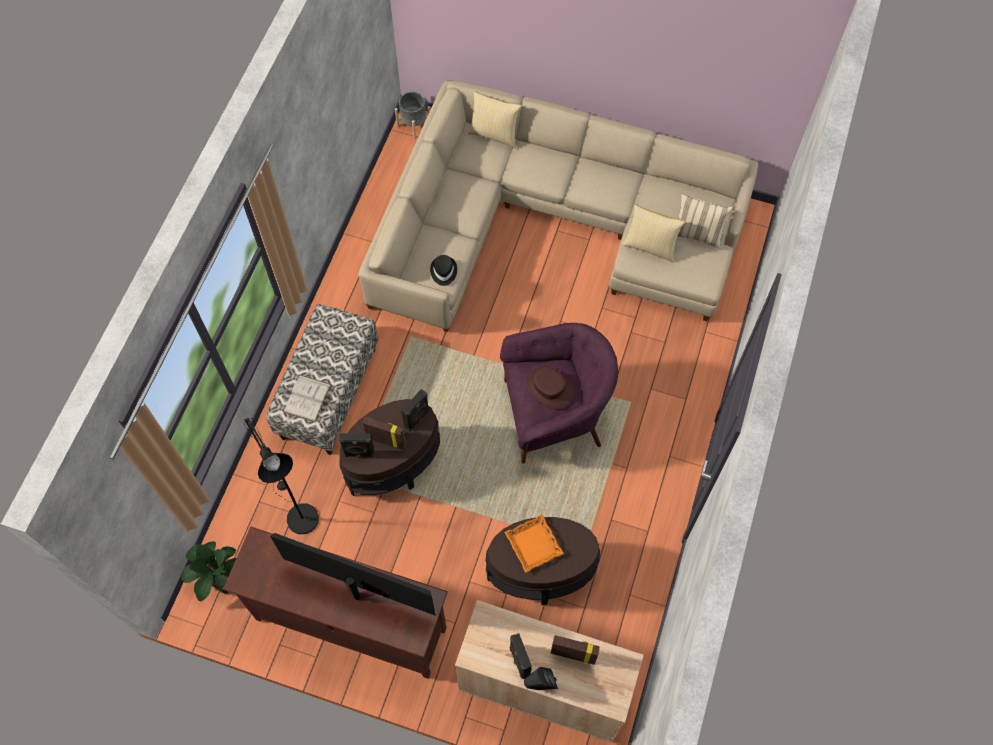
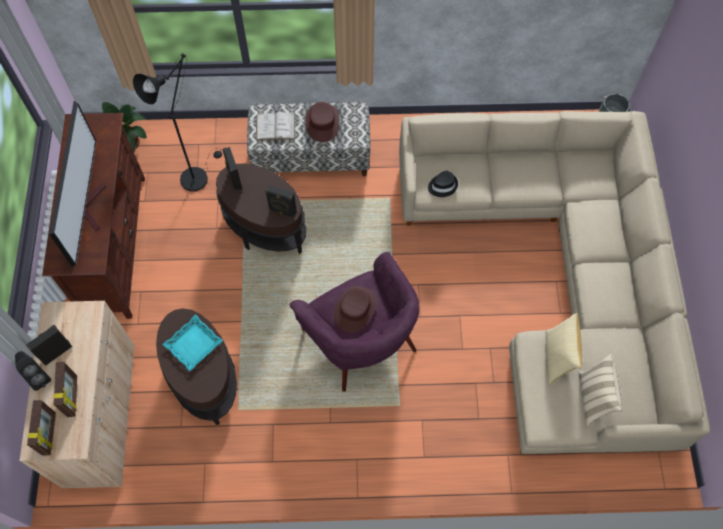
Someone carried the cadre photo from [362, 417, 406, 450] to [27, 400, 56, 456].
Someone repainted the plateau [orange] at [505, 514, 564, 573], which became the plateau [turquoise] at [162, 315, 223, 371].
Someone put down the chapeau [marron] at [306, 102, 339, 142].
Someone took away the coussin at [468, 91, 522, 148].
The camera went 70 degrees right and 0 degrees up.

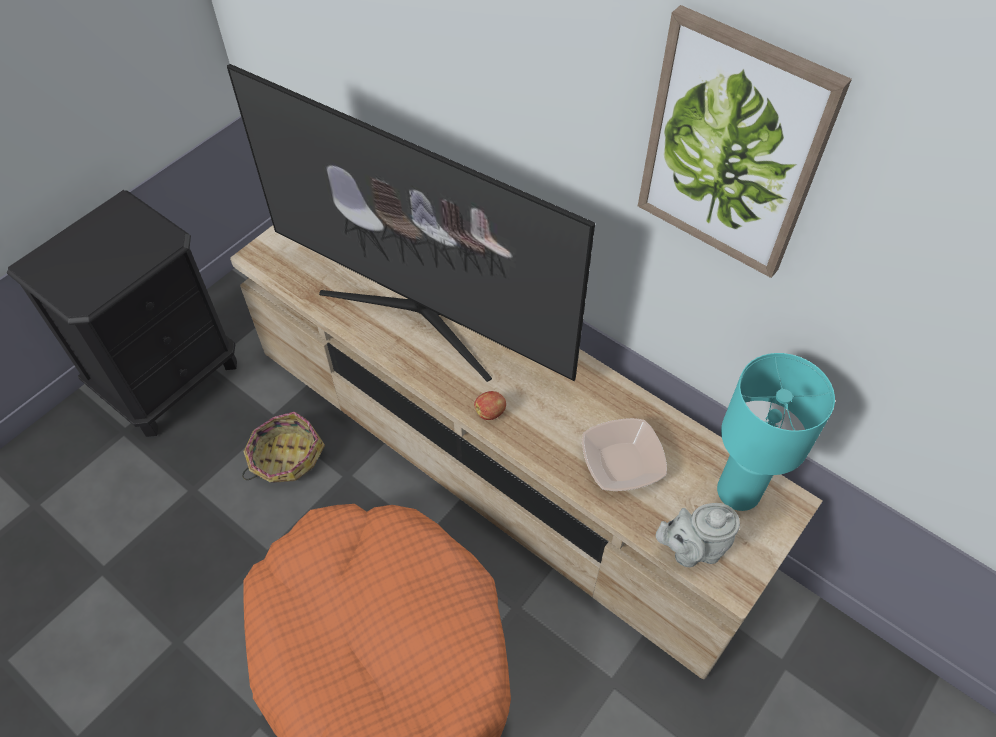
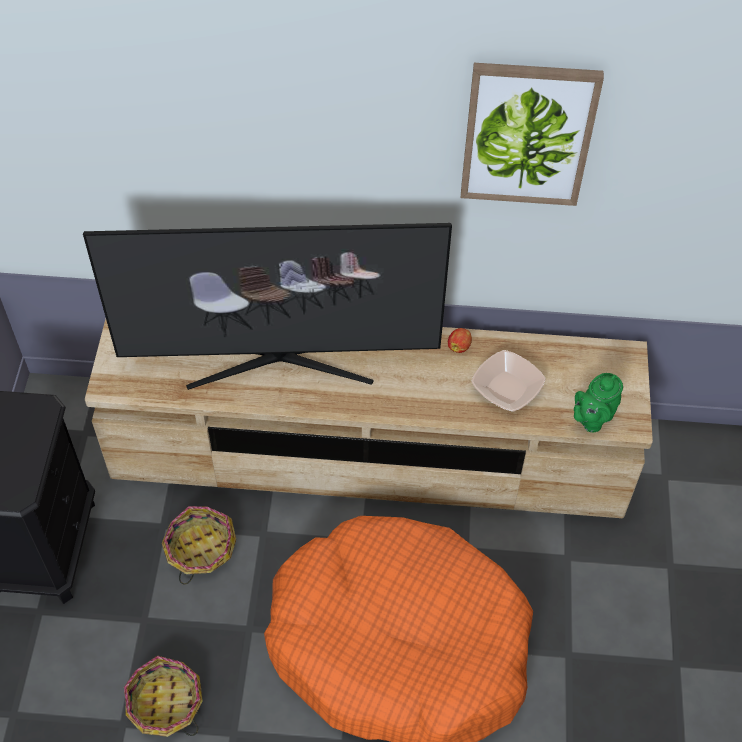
Someone put down the panier at [124, 656, 203, 737].
Someone carried the pomme from [474, 391, 506, 420] to [448, 328, 472, 353].
Someone repainted the théière [gris] at [656, 503, 740, 567], which became the théière [vert] at [574, 373, 623, 432].
Someone took away the lampe de table [turquoise] at [717, 353, 835, 511].
The camera went 35 degrees left and 0 degrees up.

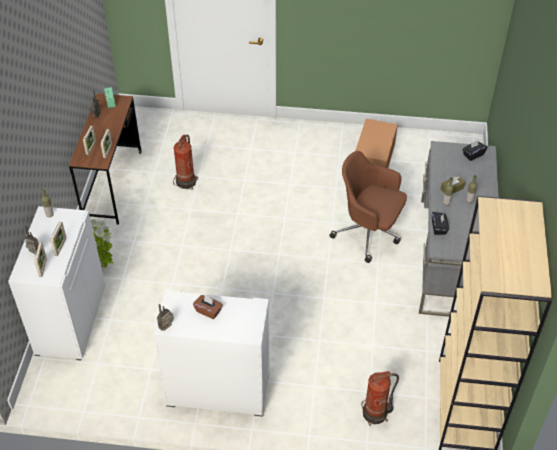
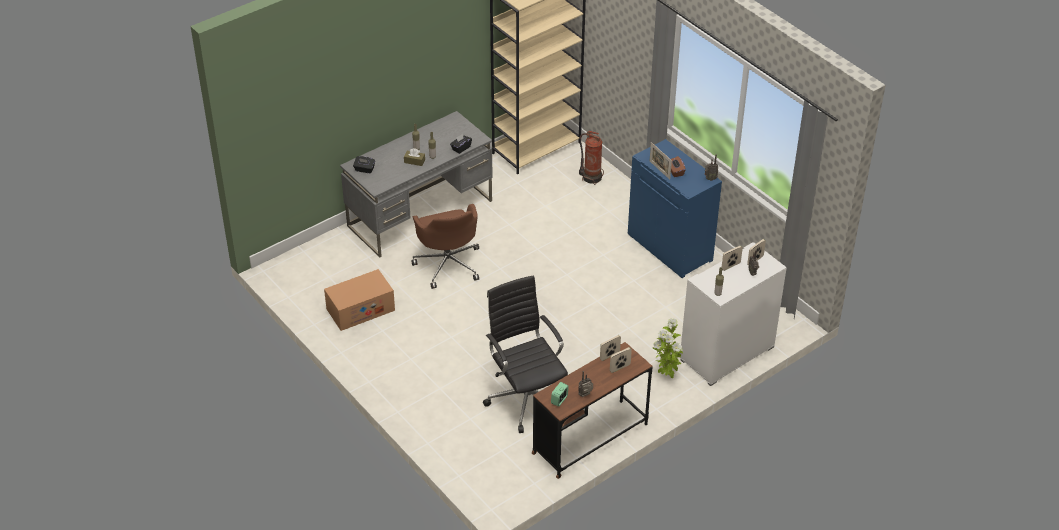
Someone swapped the extincteur at [173, 134, 198, 190] for the chaise de bureau [noir] at [483, 275, 568, 433].
Someone repainted the meuble de rangement [blanc] at [154, 289, 269, 417], which became the meuble de rangement [bleu] at [628, 139, 722, 278].
Someone put down the cadre photo at [650, 142, 672, 180].
The camera went 135 degrees left and 5 degrees down.

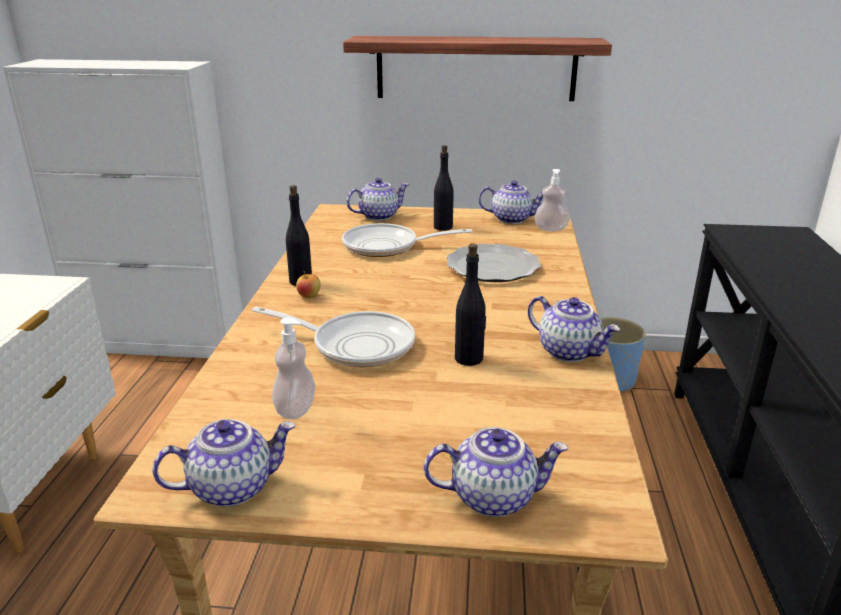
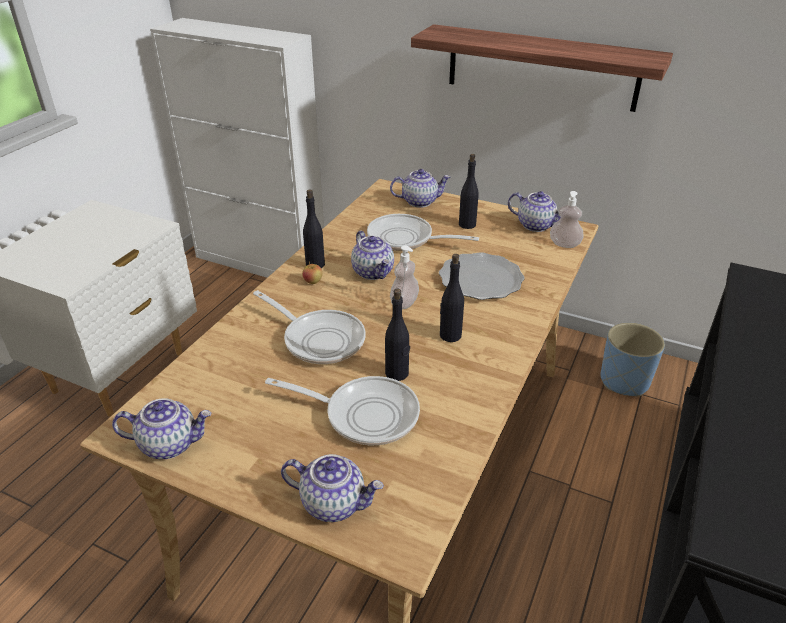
Someone put down the poêle at [265, 376, 420, 445].
Someone carried the théière from [528, 296, 620, 362] to [351, 231, 394, 280].
Someone carried the distributeur de savon from [272, 317, 315, 419] to [390, 245, 419, 309].
Someone put down the bouteille [noir] at [440, 254, 464, 342].
The camera went 20 degrees right and 10 degrees up.

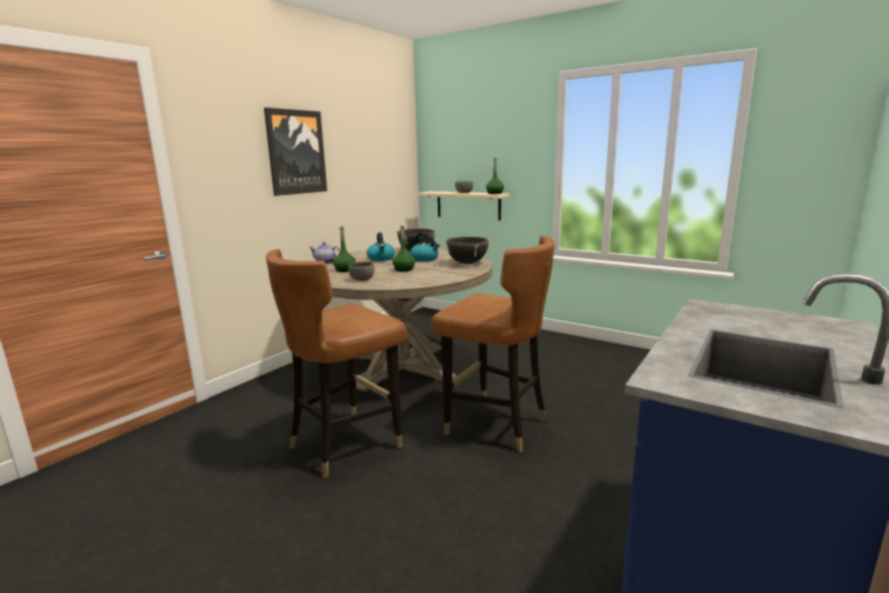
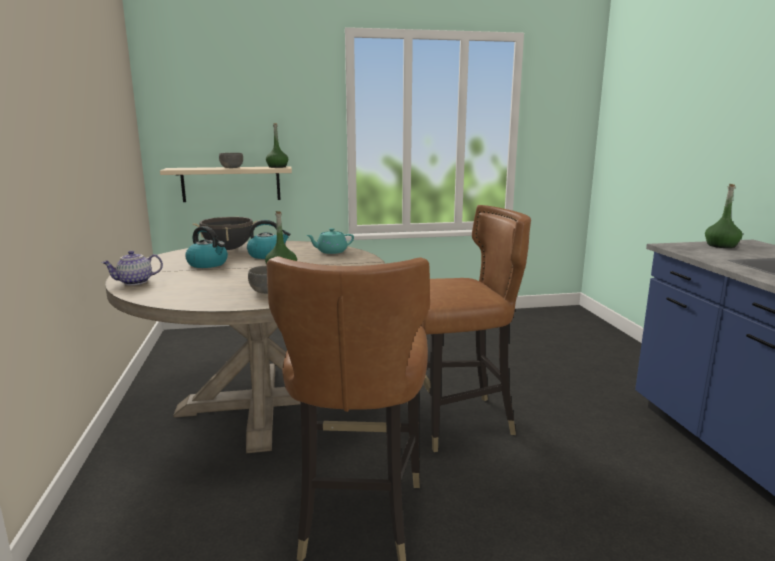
Someone swapped the marmite [noir] at [442, 237, 492, 264] for the théière [turquoise] at [306, 228, 354, 254].
Someone carried the bouteille [vert] from [333, 226, 356, 272] to [705, 184, 742, 248].
Someone took away the tableau at [264, 108, 327, 196].
The camera went 45 degrees left and 0 degrees up.

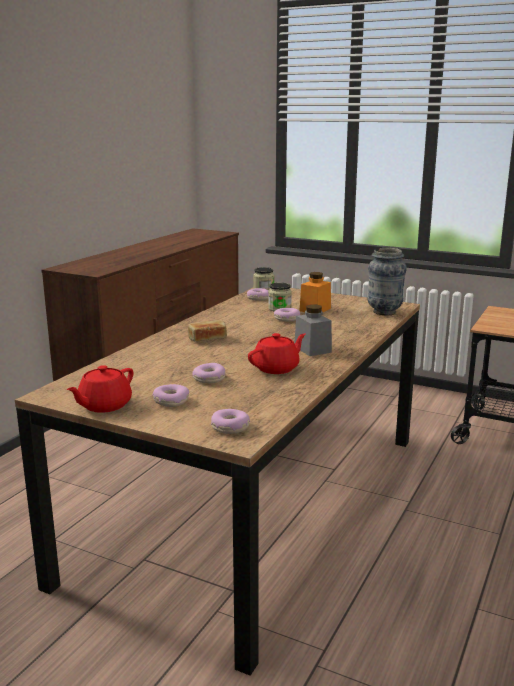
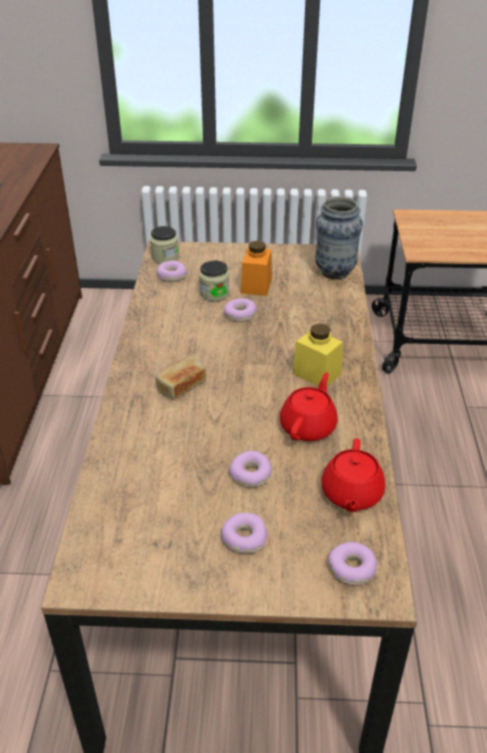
Someone repainted the bocal [gris] at [295, 304, 332, 356], which became the bocal [jaune] at [293, 324, 343, 386].
Someone carried the théière [rouge] from [67, 365, 133, 413] to [321, 439, 386, 512].
The camera went 25 degrees left and 20 degrees up.

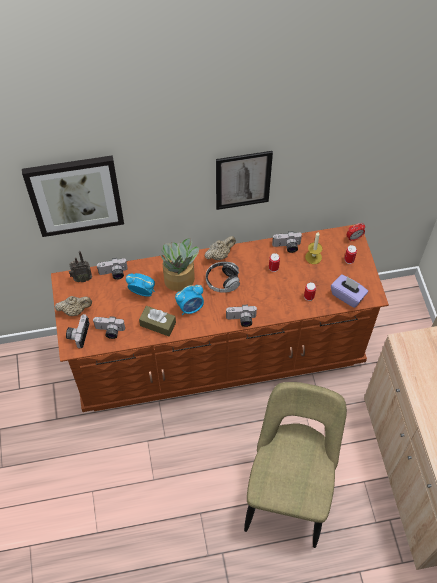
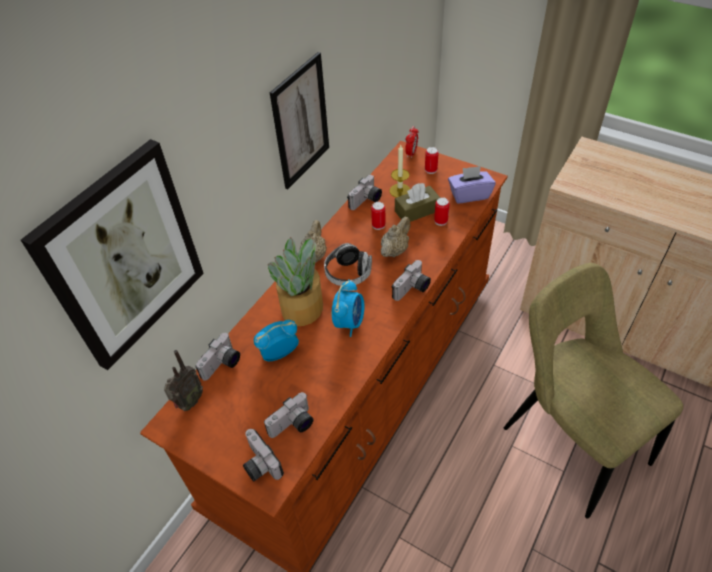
Someone carried the théière [beige] from [55, 296, 92, 316] to [381, 217, 410, 257].
Someone carried the boîte à mouchoirs [marron] from [139, 306, 176, 336] to [395, 183, 440, 222].
The camera went 45 degrees left and 10 degrees down.

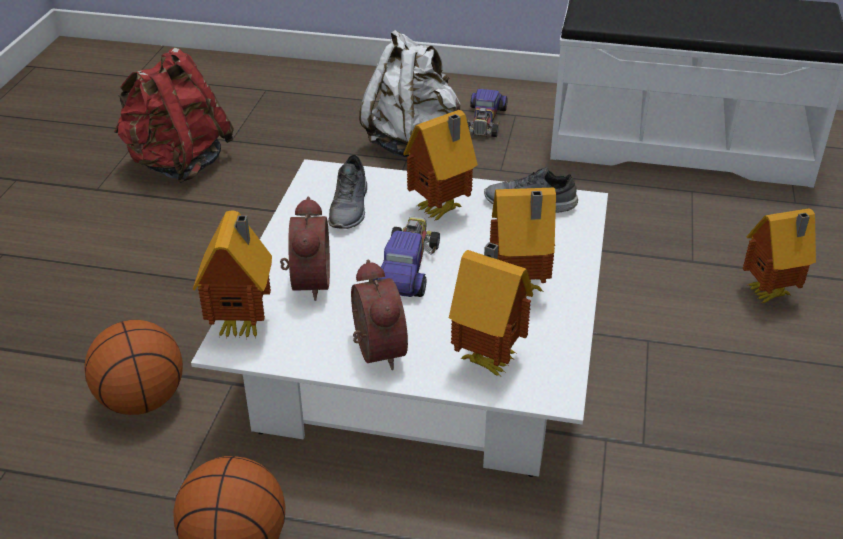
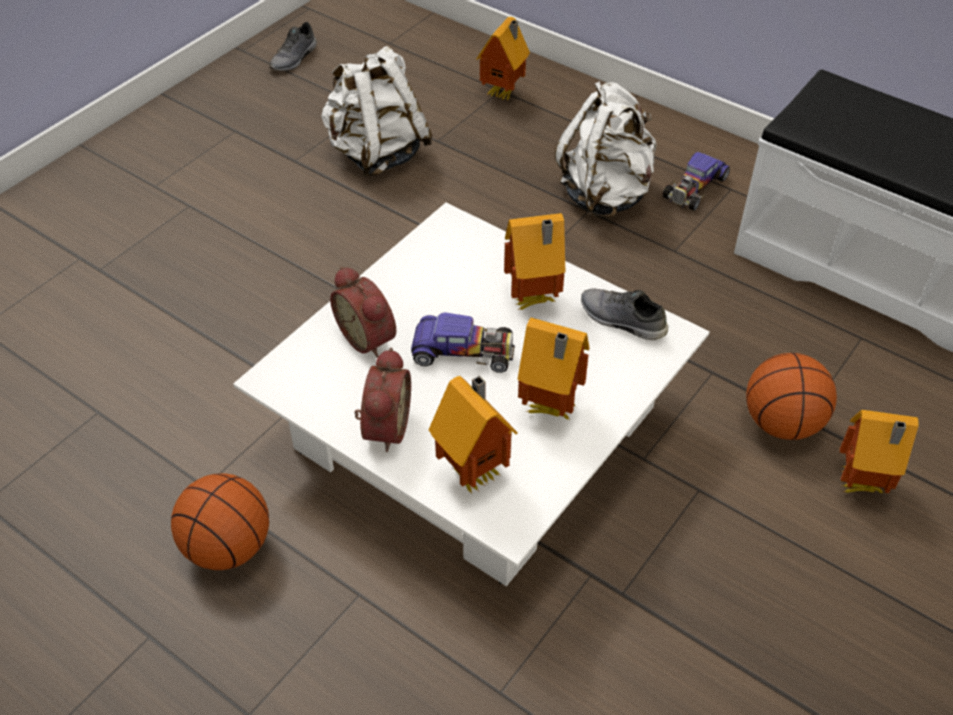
Someone carried the chaussure [gris] from [328, 155, 367, 229] to [269, 22, 317, 71].
Someone repainted the sac à dos [rouge] at [114, 48, 234, 183], which became the sac à dos [blanc] at [321, 46, 432, 177].
Someone rotated the réveil at [280, 197, 330, 301] by 120 degrees clockwise.
Someone rotated the petite voiture at [373, 217, 440, 297] by 60 degrees clockwise.
Someone carried the maison miniature from [193, 210, 272, 339] to [477, 17, 530, 100].
Someone carried the ballon de basket from [84, 320, 183, 415] to [746, 353, 837, 440].
The camera went 25 degrees right and 10 degrees up.

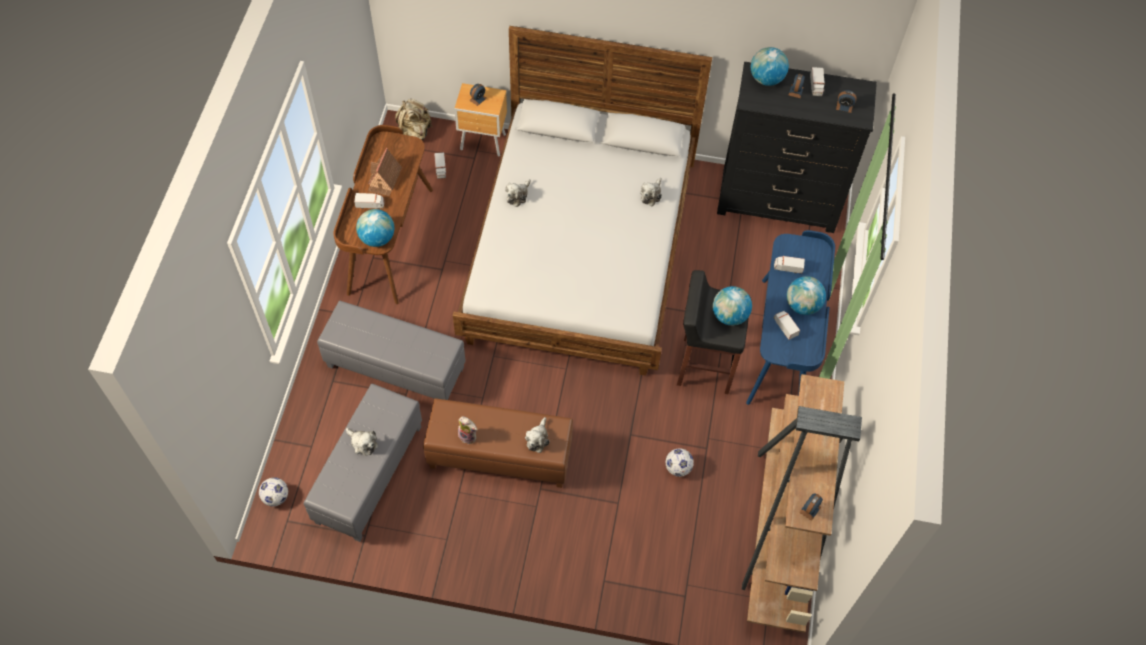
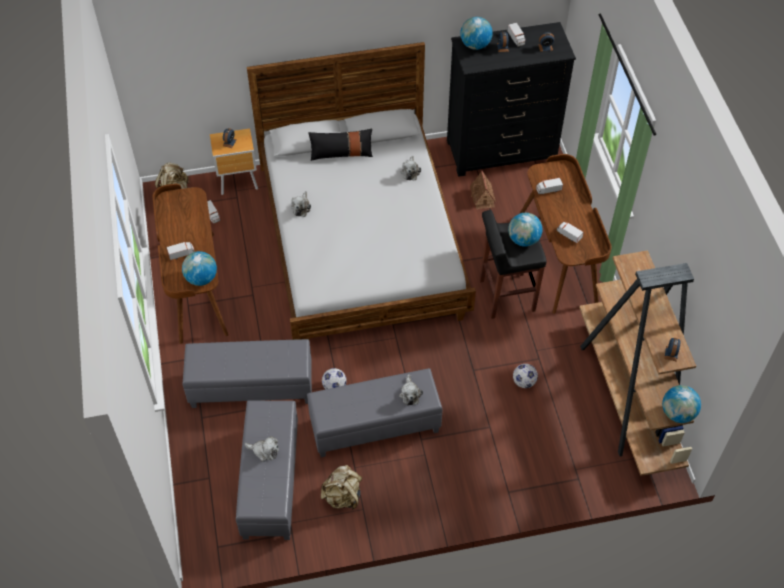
Someone repainted the pouf [marron] at [423, 398, 573, 488], which became the pouf [gris] at [307, 368, 443, 457].
Someone put down the coussin [noir] at [308, 129, 373, 161].
Someone put down the sac à dos [beige] at [321, 465, 362, 509].
Someone carried the ballon de foot from [259, 477, 288, 506] to [322, 368, 347, 389].
Someone carried the maison miniature from [368, 148, 402, 196] to [470, 170, 496, 209].
Someone repainted the bureau [bleu] at [746, 230, 835, 405], which became the bureau [marron] at [519, 154, 612, 314].
Someone carried the globe from [787, 276, 826, 315] to [662, 385, 701, 423].
Someone took away the peluche at [458, 416, 478, 445].
The camera went 20 degrees left and 5 degrees down.

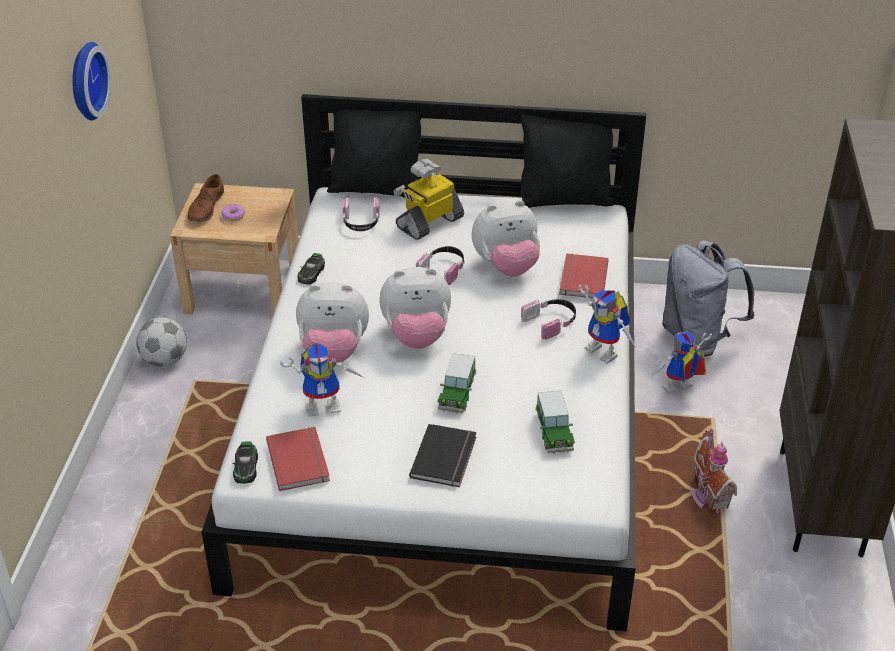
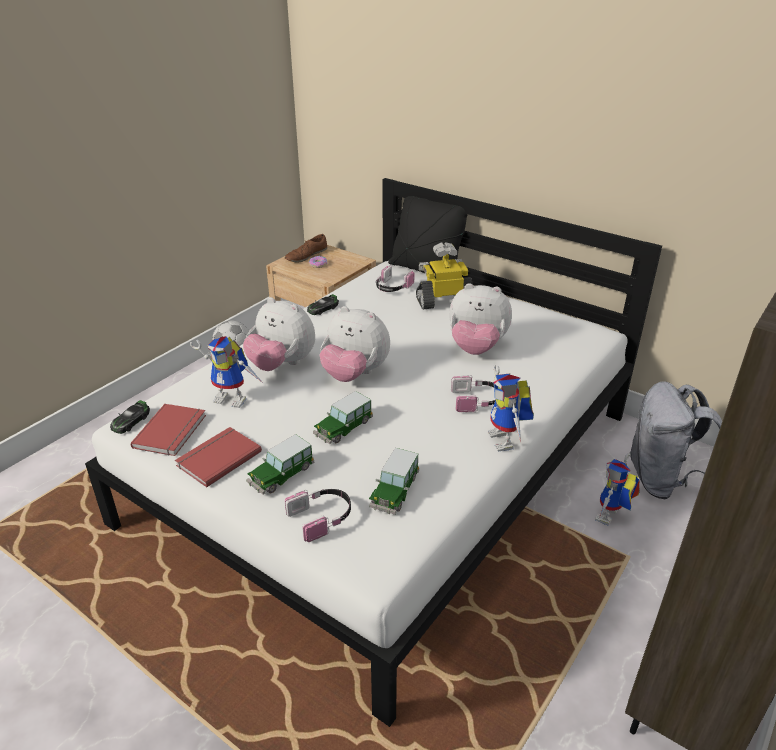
Someone carried the livre [rouge] from [559, 254, 609, 298] to [175, 427, 262, 488].
Someone swapped the livre [noir] at [409, 424, 476, 487] for the petite voiture at [246, 434, 314, 495].
Someone carried the casque audio from [416, 246, 465, 285] to [285, 489, 351, 542].
Someone rotated the robot jouet at [650, 331, 712, 394] by 60 degrees counterclockwise.
Someone took away the horloge murale at [72, 42, 111, 121].
Someone took away the coussin [noir] at [521, 114, 614, 208].
Someone took away the maison miniature at [691, 430, 737, 514].
The camera went 30 degrees right and 5 degrees down.

